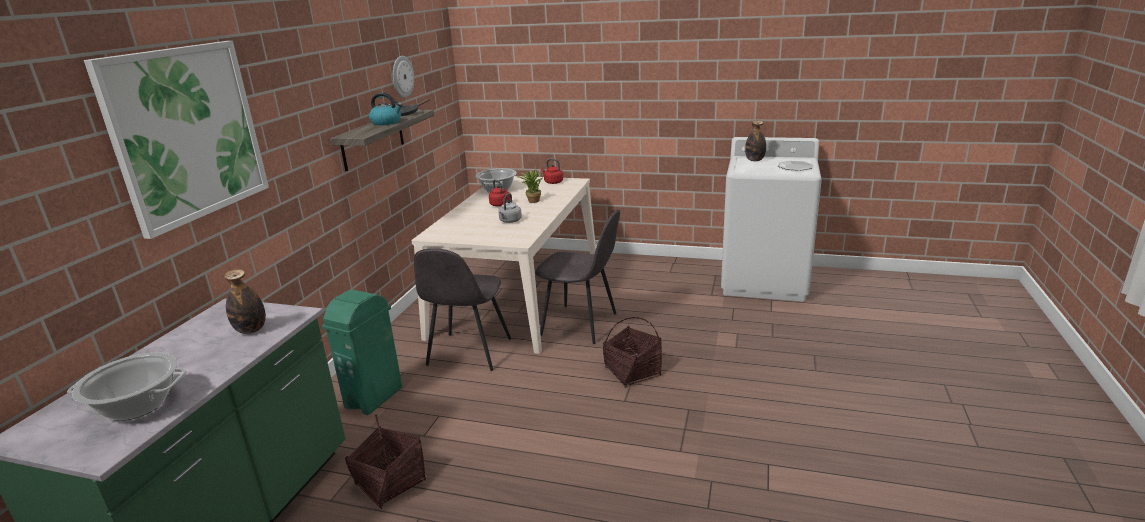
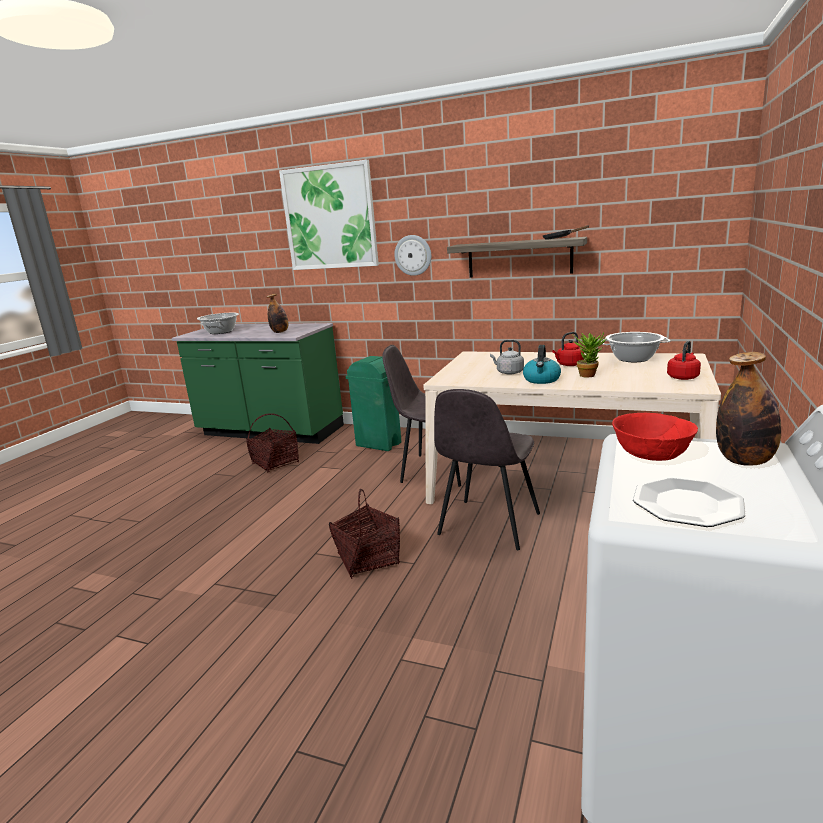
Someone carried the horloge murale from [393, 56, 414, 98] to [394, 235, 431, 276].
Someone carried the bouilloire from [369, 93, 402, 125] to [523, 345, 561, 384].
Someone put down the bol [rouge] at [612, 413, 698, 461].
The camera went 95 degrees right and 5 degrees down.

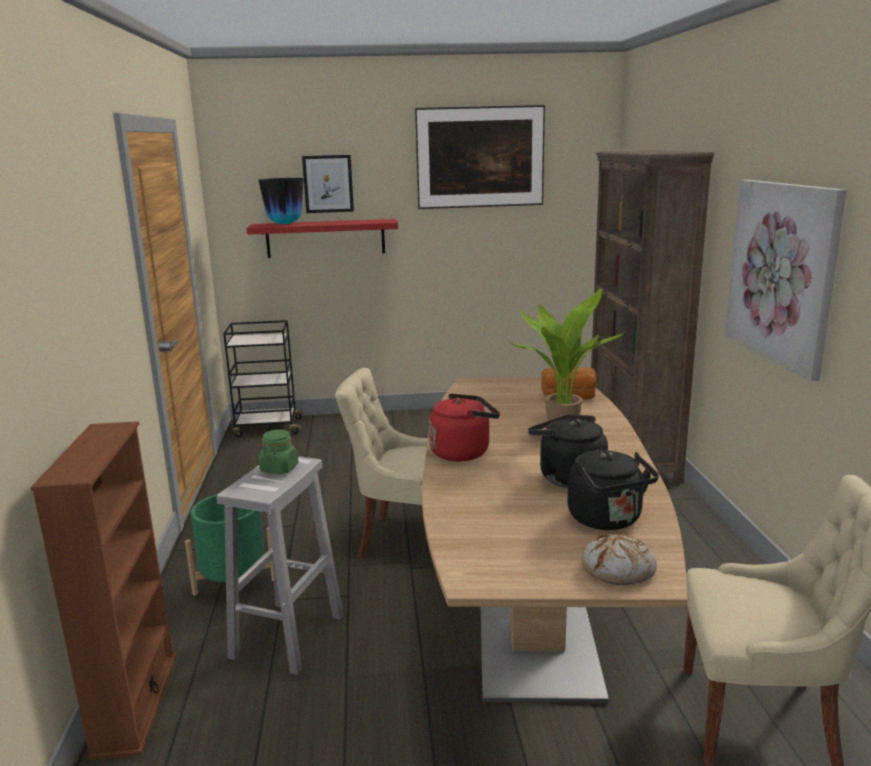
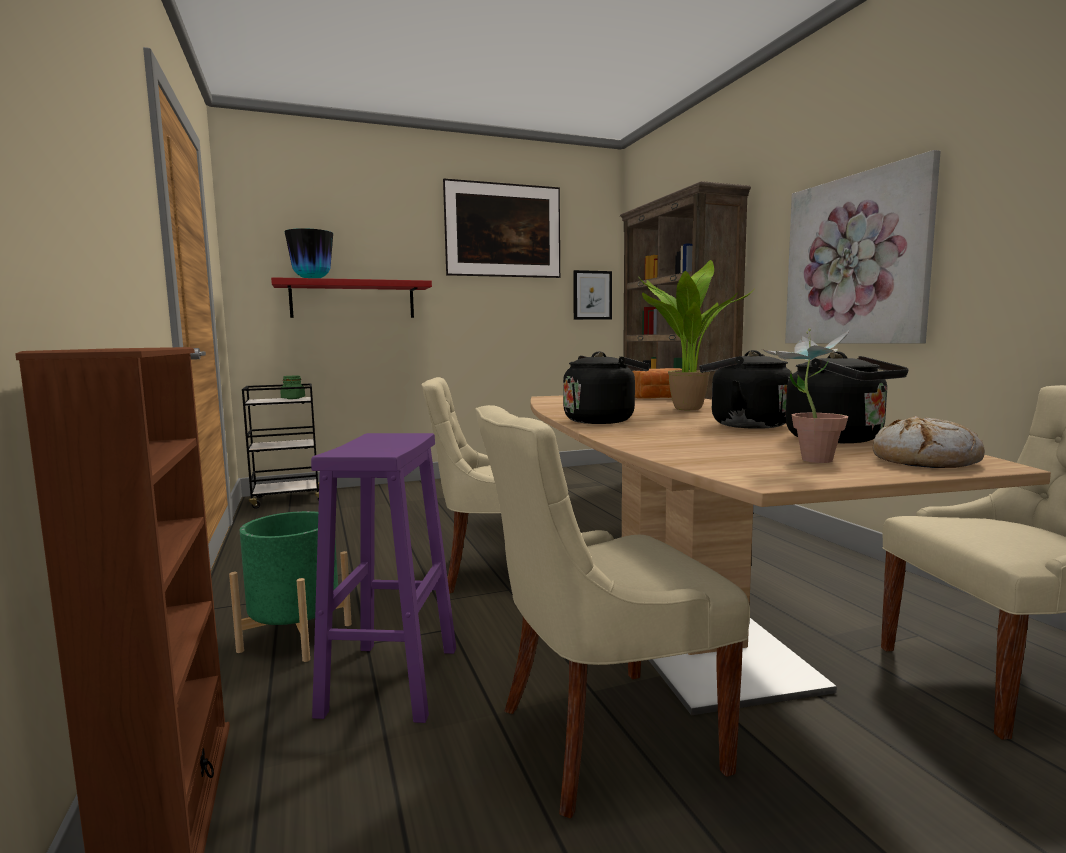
Someone carried the bocal [vert] from [258, 429, 299, 474] to [280, 376, 305, 399].
Someone repainted the tabouret [blanc] at [217, 456, 344, 675], which became the tabouret [violet] at [311, 433, 456, 723].
Someone put down the chaise [beige] at [475, 405, 750, 818].
Someone repainted the bouilloire [rouge] at [429, 393, 500, 462], which became the bouilloire [noir] at [563, 351, 650, 424].
Someone carried the tableau from [302, 155, 354, 213] to [573, 270, 612, 320].
Someone put down the plante en pot at [762, 329, 850, 463].
The camera went 15 degrees left and 10 degrees down.

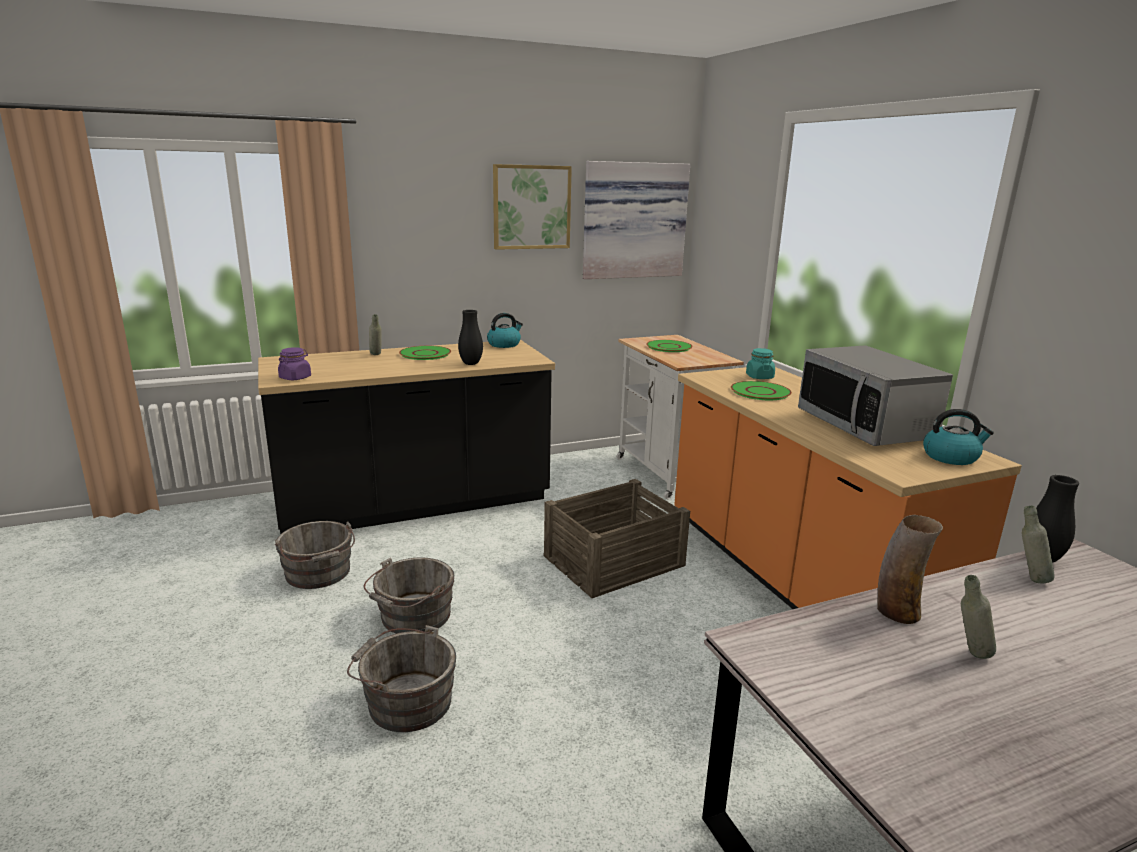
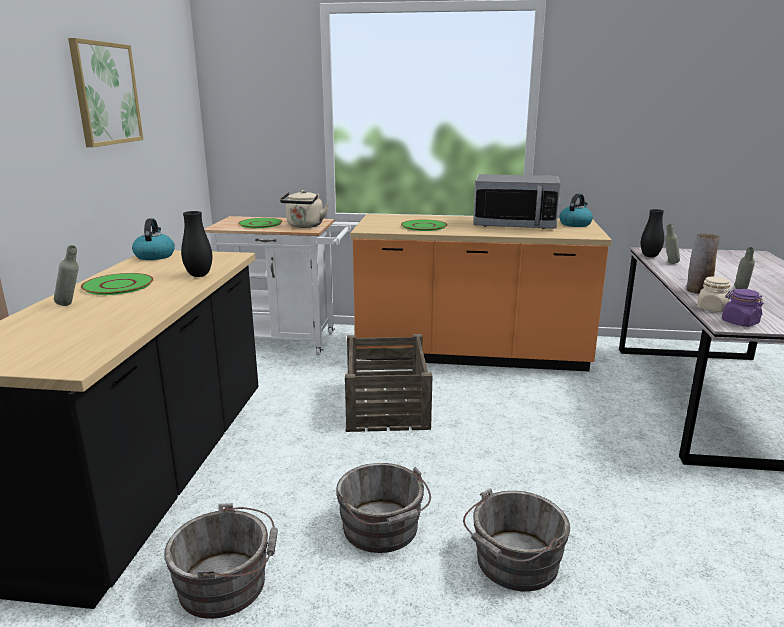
Someone put down the bouilloire [beige] at [280, 190, 329, 228].
Someone put down the bocal [beige] at [697, 277, 730, 312].
Someone carried the bocal [violet] from [278, 347, 311, 380] to [722, 289, 764, 327].
Someone took away the tableau at [583, 161, 690, 279].
Someone took away the bocal [turquoise] at [746, 348, 775, 379].
The camera went 60 degrees left and 0 degrees up.

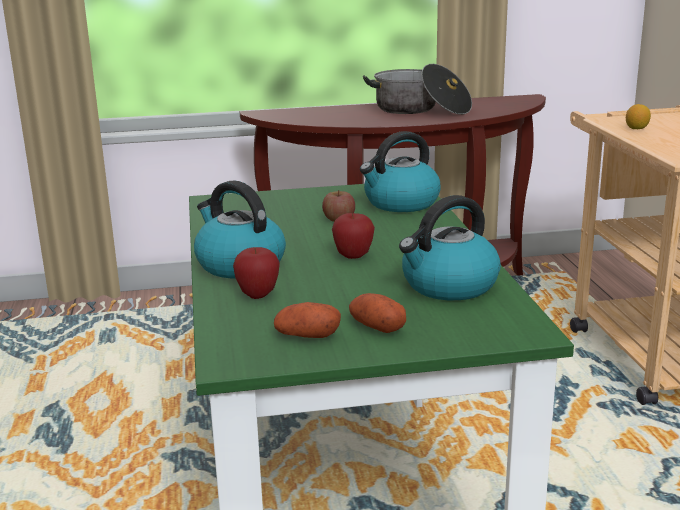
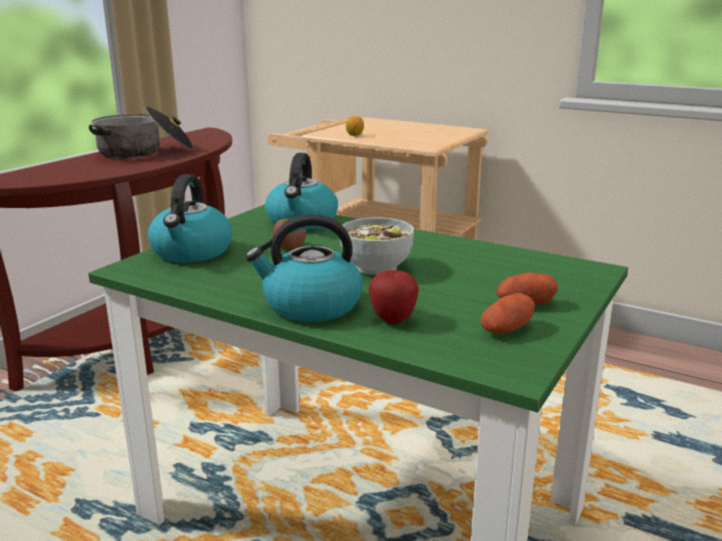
Someone carried the bouilloire from [399, 195, 501, 300] to [148, 174, 232, 263].
Someone swapped the pomme at [332, 213, 375, 259] for the bol at [340, 218, 414, 275].
The camera went 50 degrees left and 0 degrees up.

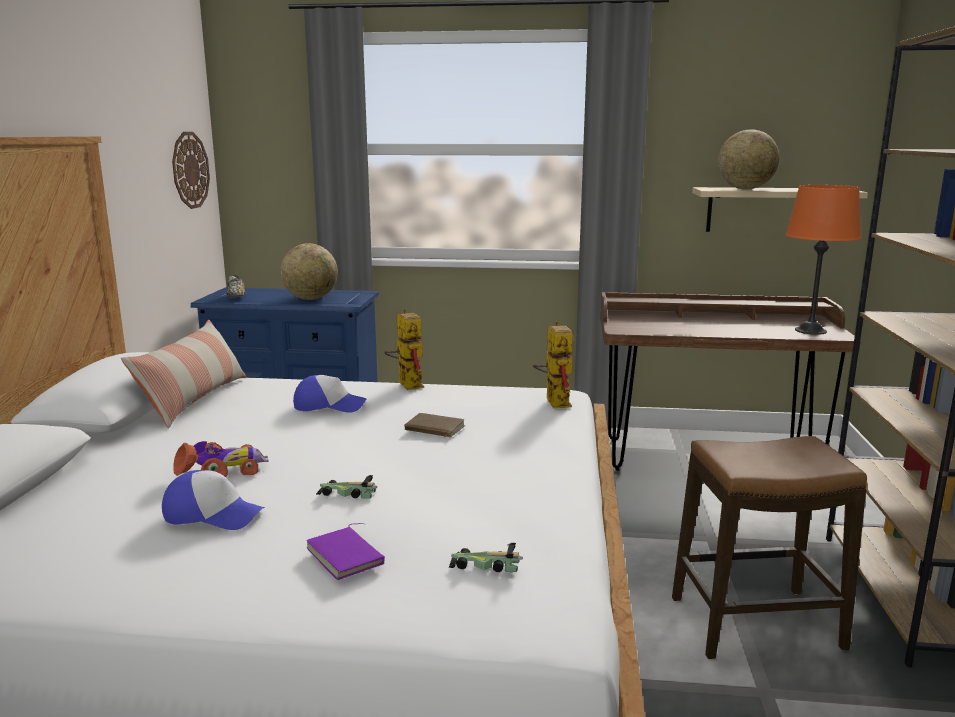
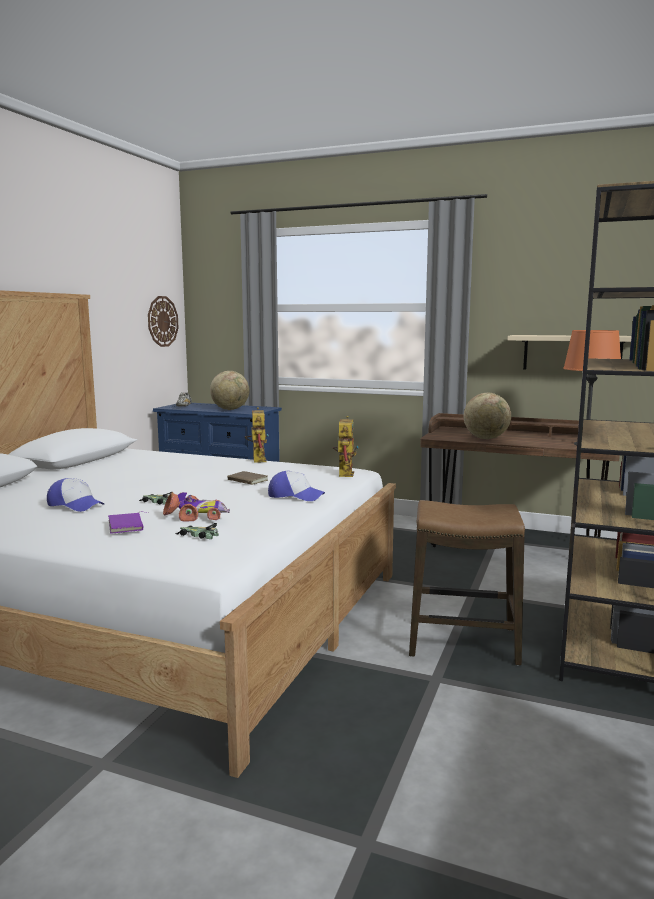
Someone carried the petite voiture from [173, 441, 269, 477] to [163, 492, 230, 522].
Someone carried the casquette from [293, 375, 367, 412] to [268, 471, 325, 501].
Someone carried the globe from [718, 129, 779, 190] to [464, 393, 511, 439].
Someone took away the coussin at [121, 320, 246, 428].
The camera went 15 degrees right and 5 degrees down.

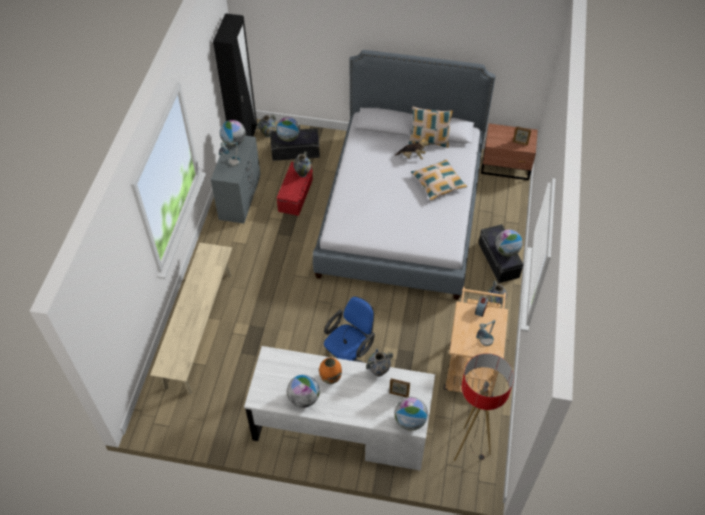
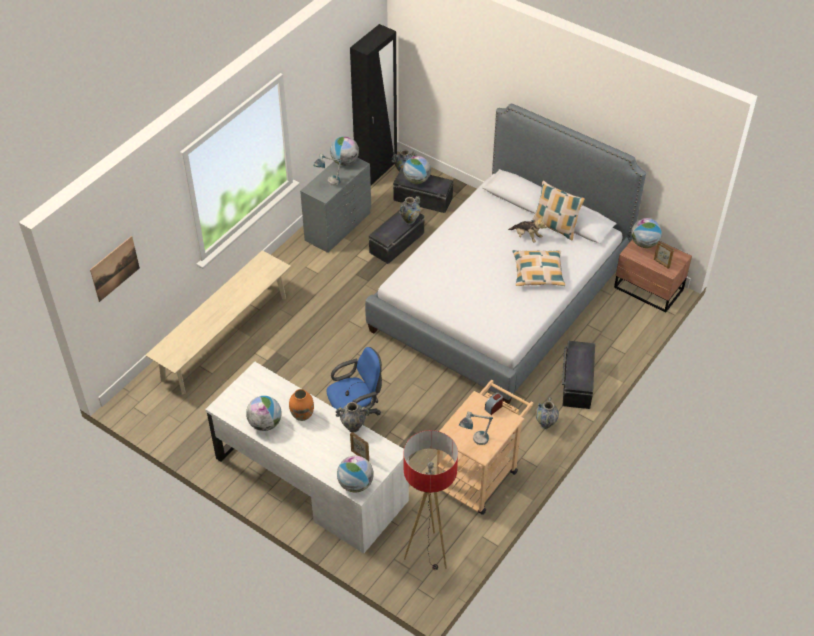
Someone put up the tableau at [90, 236, 140, 302].
Someone repainted the boîte de rangement [rouge] at [277, 162, 313, 216], which became the boîte de rangement [noir] at [369, 211, 424, 264].
Someone carried the globe from [495, 229, 522, 256] to [631, 218, 662, 248].
The camera went 25 degrees right and 5 degrees down.

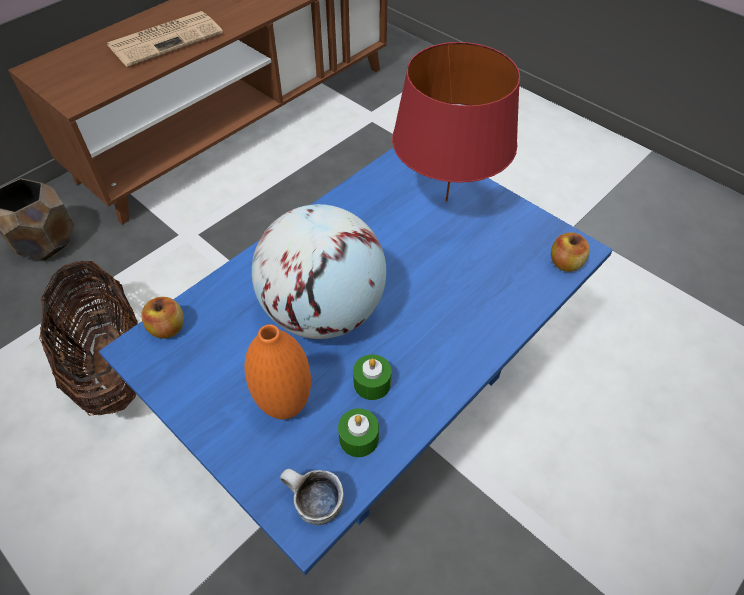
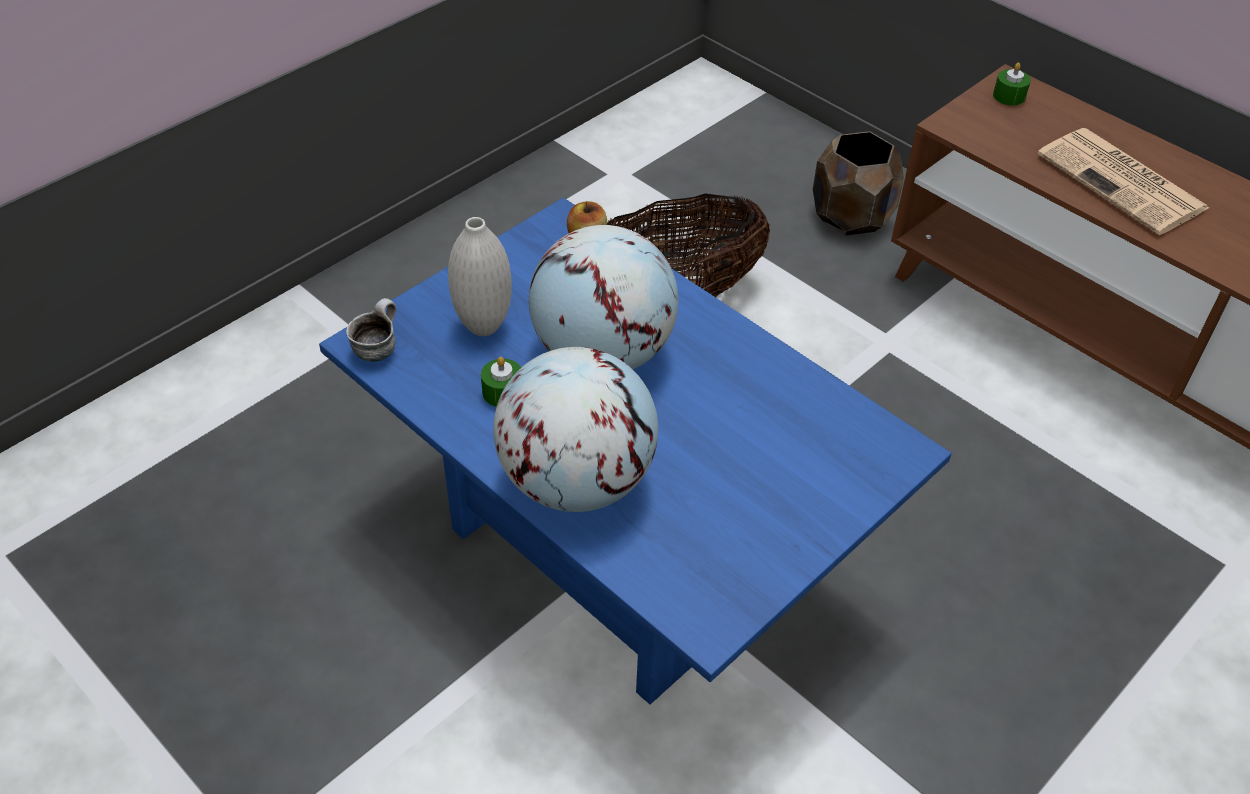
Someone repainted the vase [orange] at [245, 324, 311, 419], which became the vase [blanc] at [448, 217, 512, 336].
Someone put down the globe at [493, 347, 658, 512].
Someone carried the bougie [vert] from [338, 408, 379, 457] to [993, 63, 1031, 106].
Someone took away the lampe de table [rouge] at [392, 42, 520, 202].
Someone took away the pomme at [551, 232, 590, 272].
The camera went 90 degrees right and 5 degrees down.

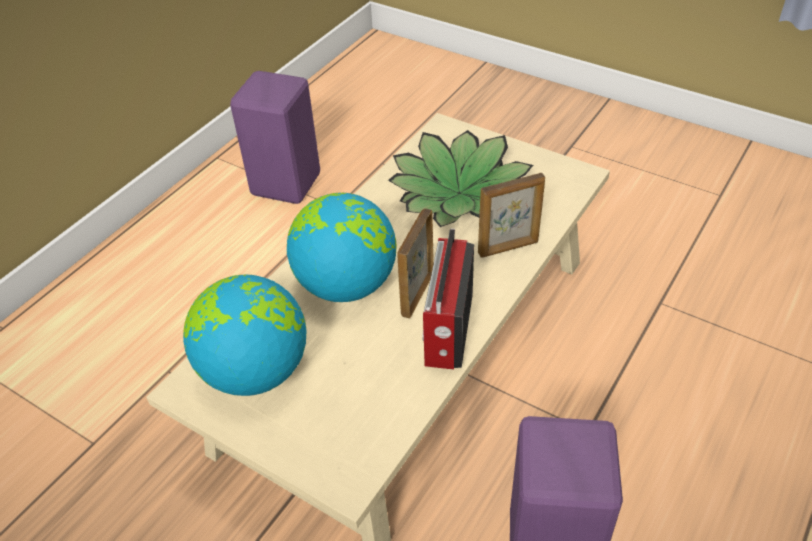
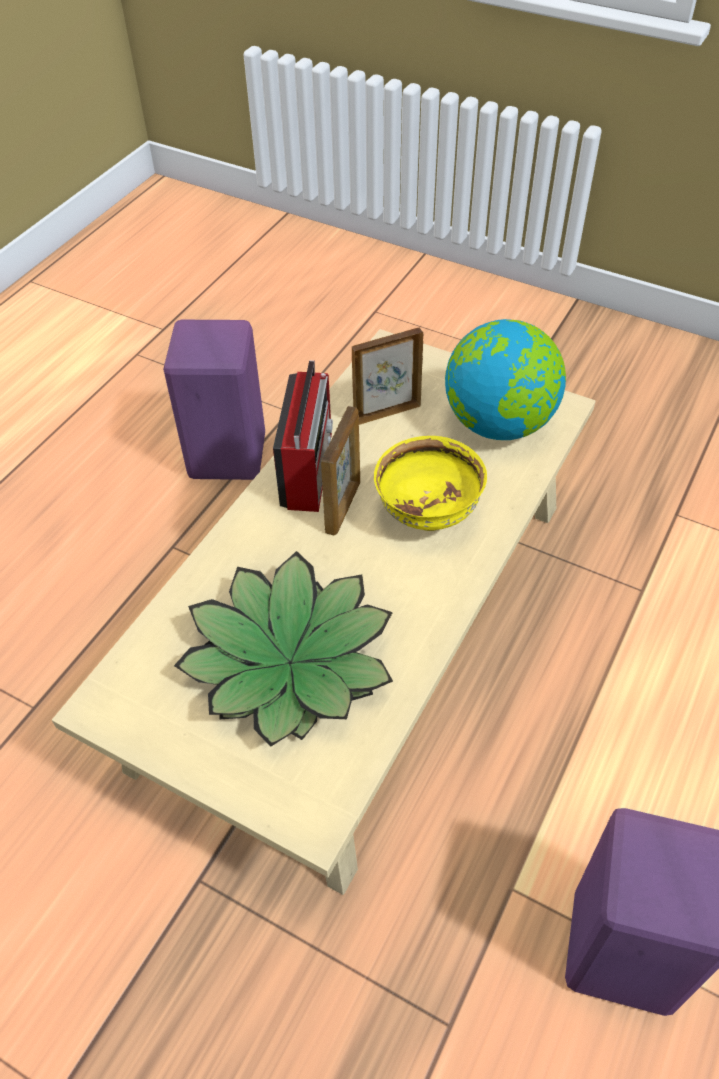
Someone carried the cadre photo from [478, 173, 545, 258] to [352, 328, 423, 425].
Someone swapped the globe at [287, 193, 397, 302] for the bol [jaune] at [374, 436, 487, 531].
The camera went 175 degrees right and 5 degrees up.

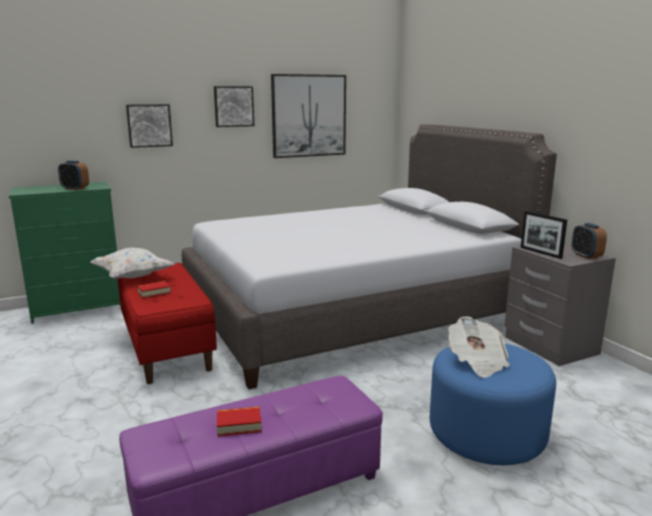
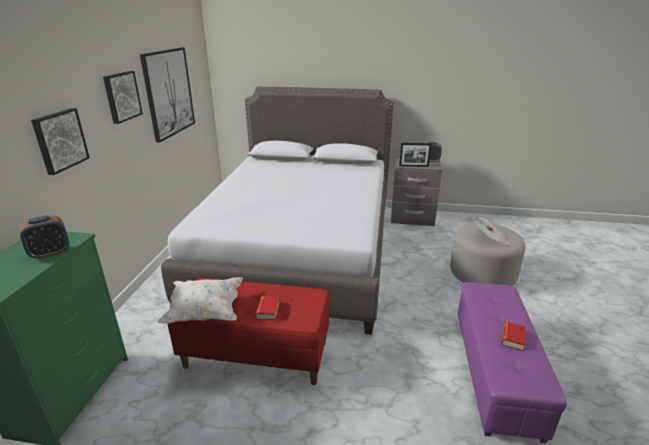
Someone repainted the pouf [bleu] at [430, 344, 556, 465], which became the pouf [gris] at [450, 223, 526, 286].
The camera went 55 degrees left and 10 degrees up.

